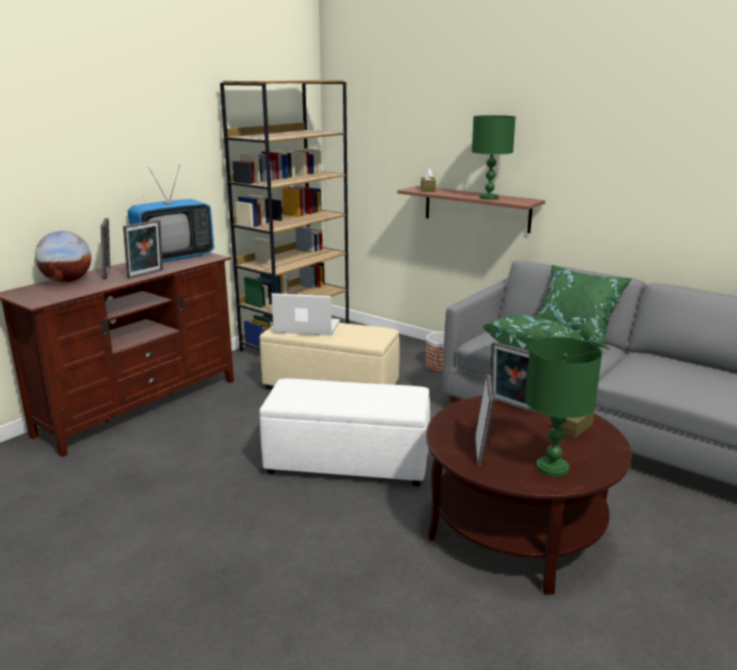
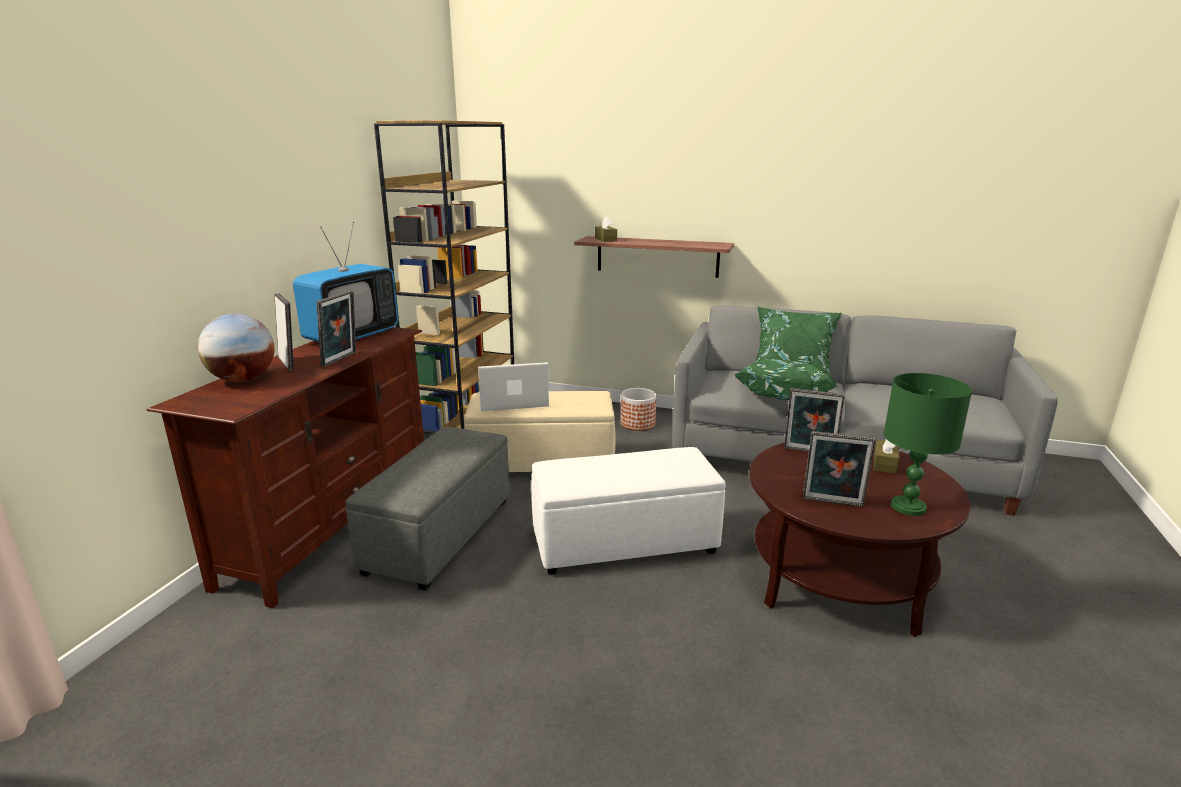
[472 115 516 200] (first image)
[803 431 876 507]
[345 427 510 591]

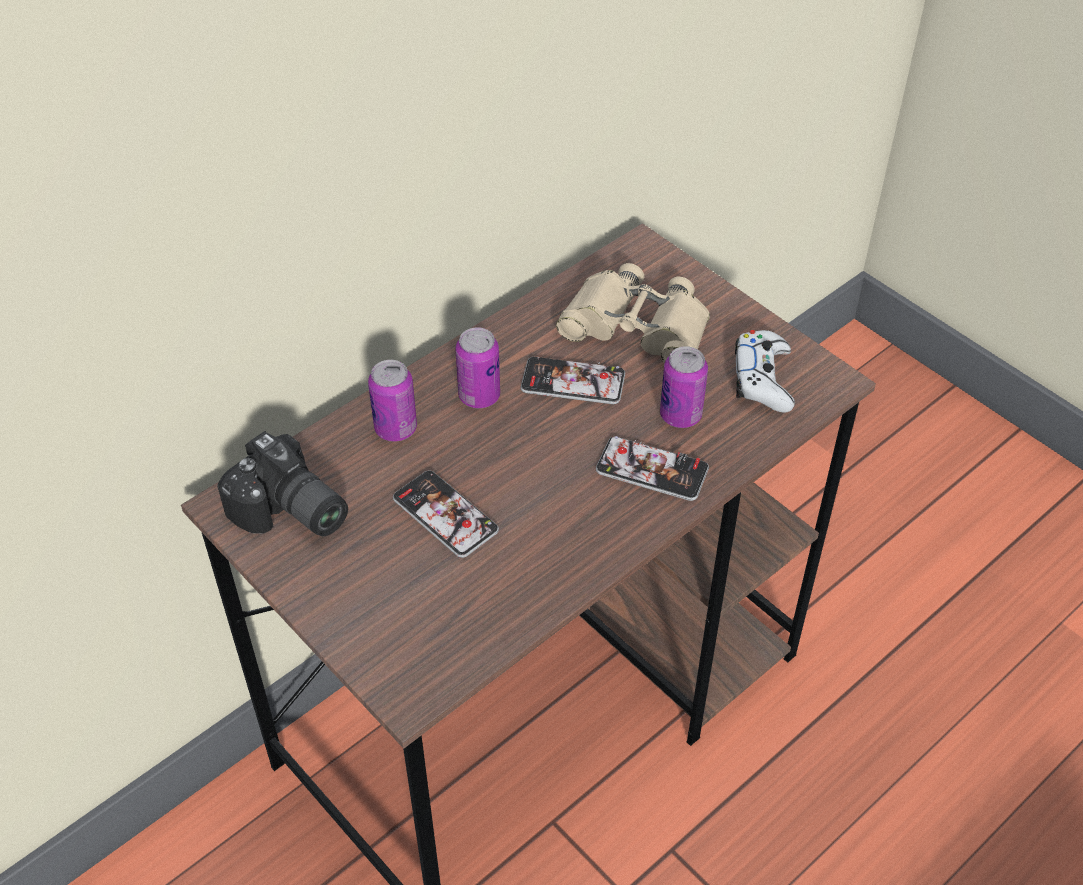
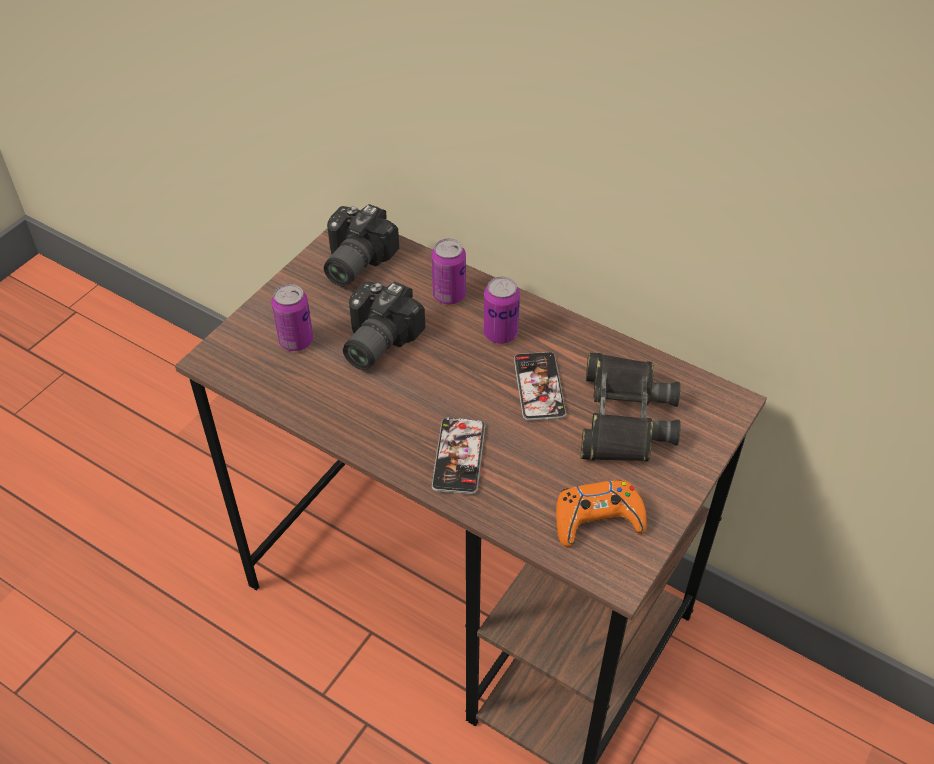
[343 282 425 370]
[581 353 681 461]
[271 284 313 351]
[556 480 647 547]

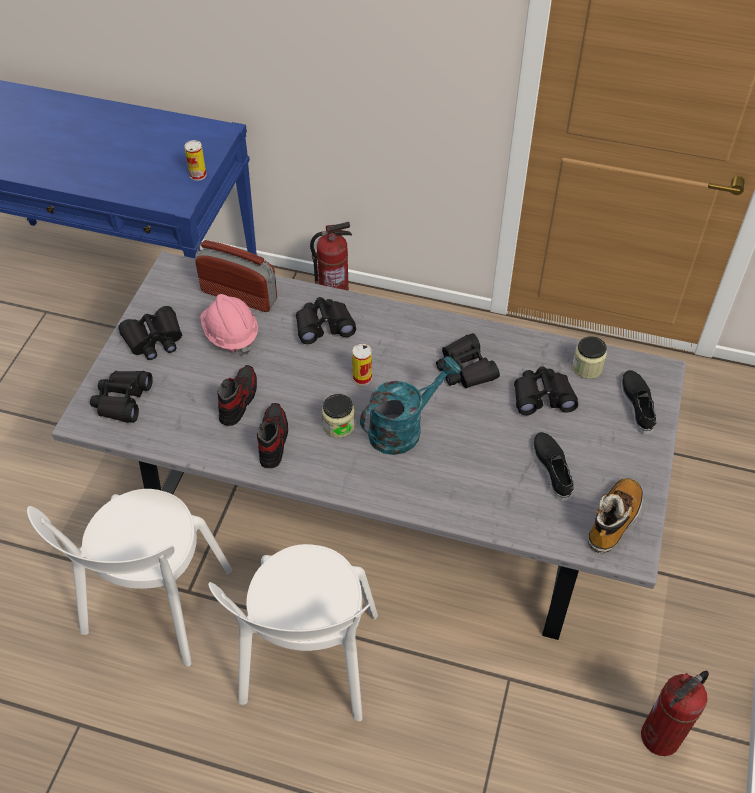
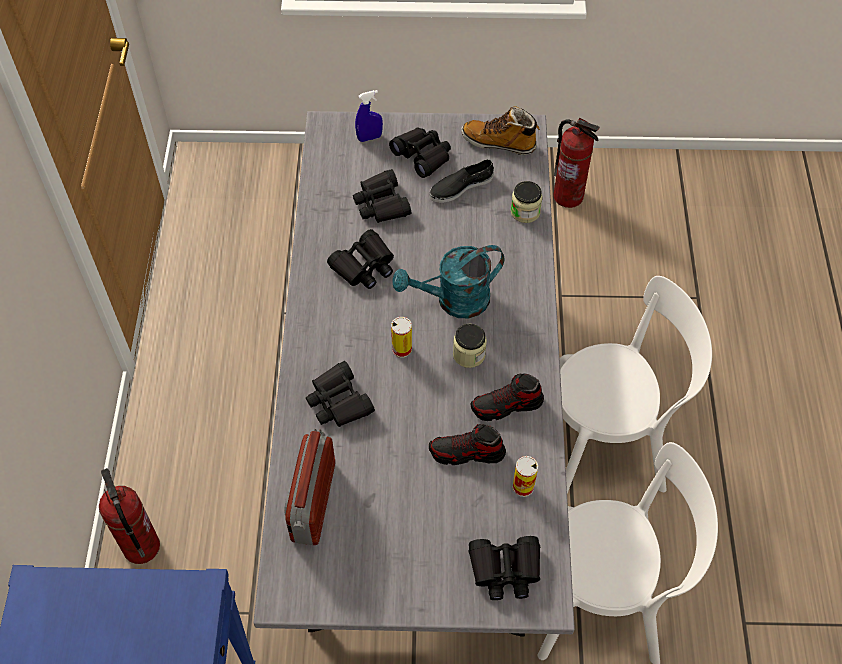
[389 128 451 178]
[513 456 538 497]
[200 294 258 355] (first image)
[392 245 504 318]
[511 181 542 223]
[355 90 383 142]

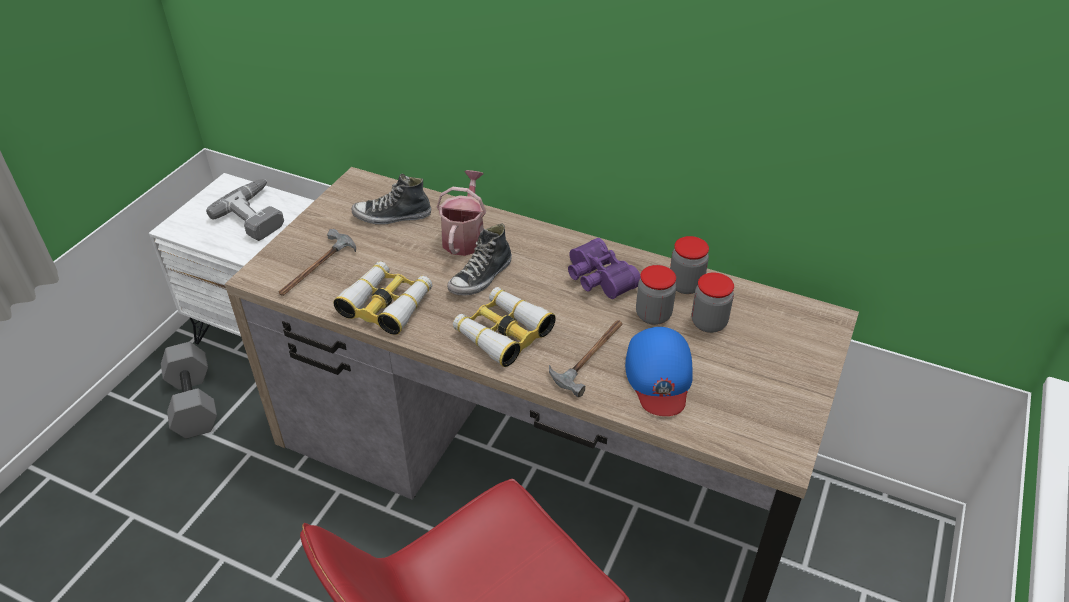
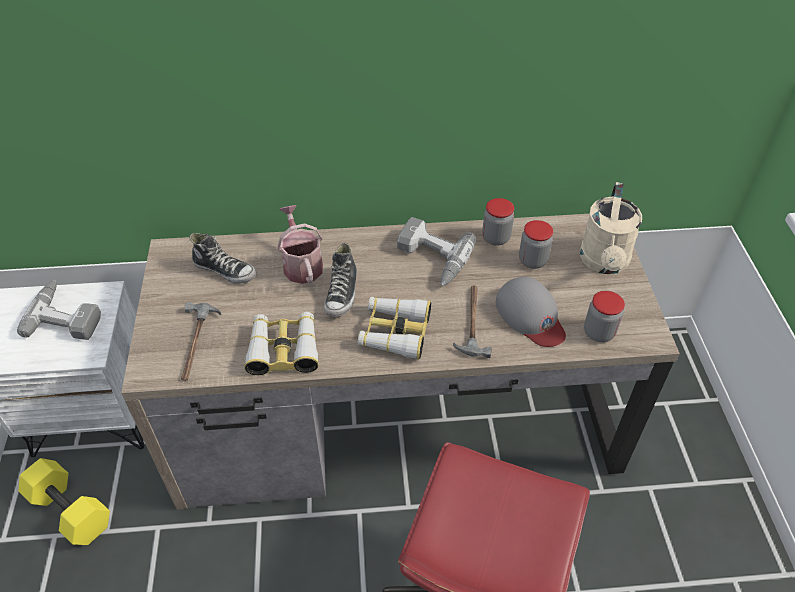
[18 458 110 545]
[189 233 257 284]
[397 217 476 286]
[496 277 566 347]
[584 291 625 342]
[580 182 642 274]

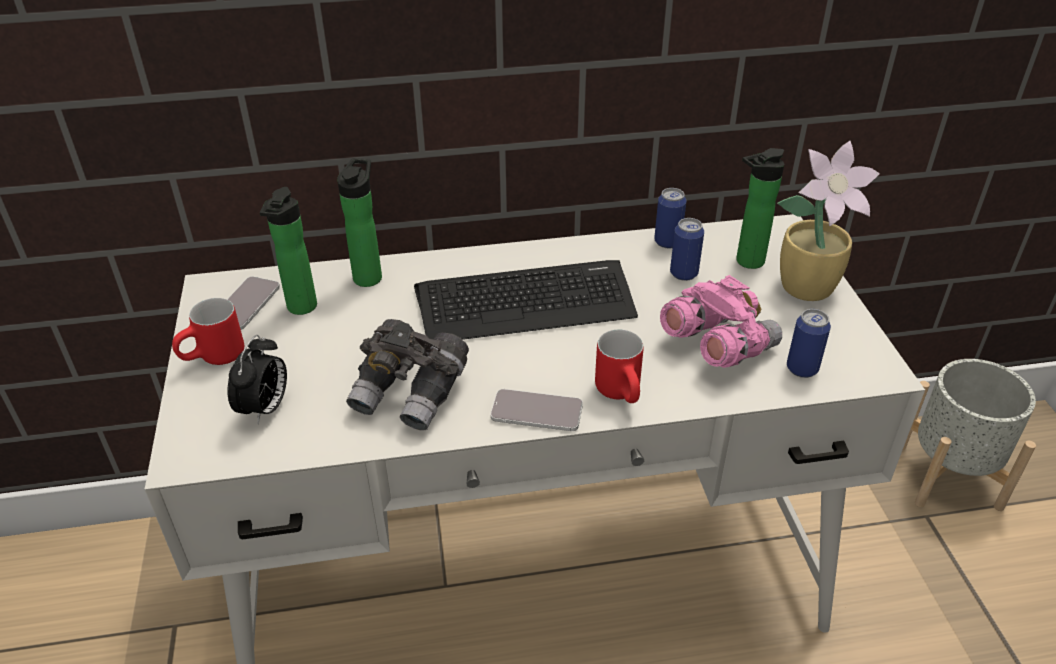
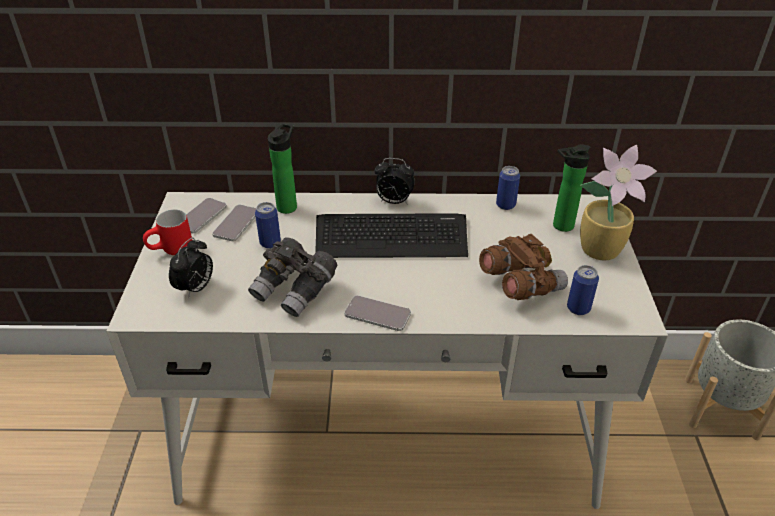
[212 205 256 241]
[595 329 644 403] (first image)
[479 234 568 300]
[255 202 281 249]
[374 158 415 204]

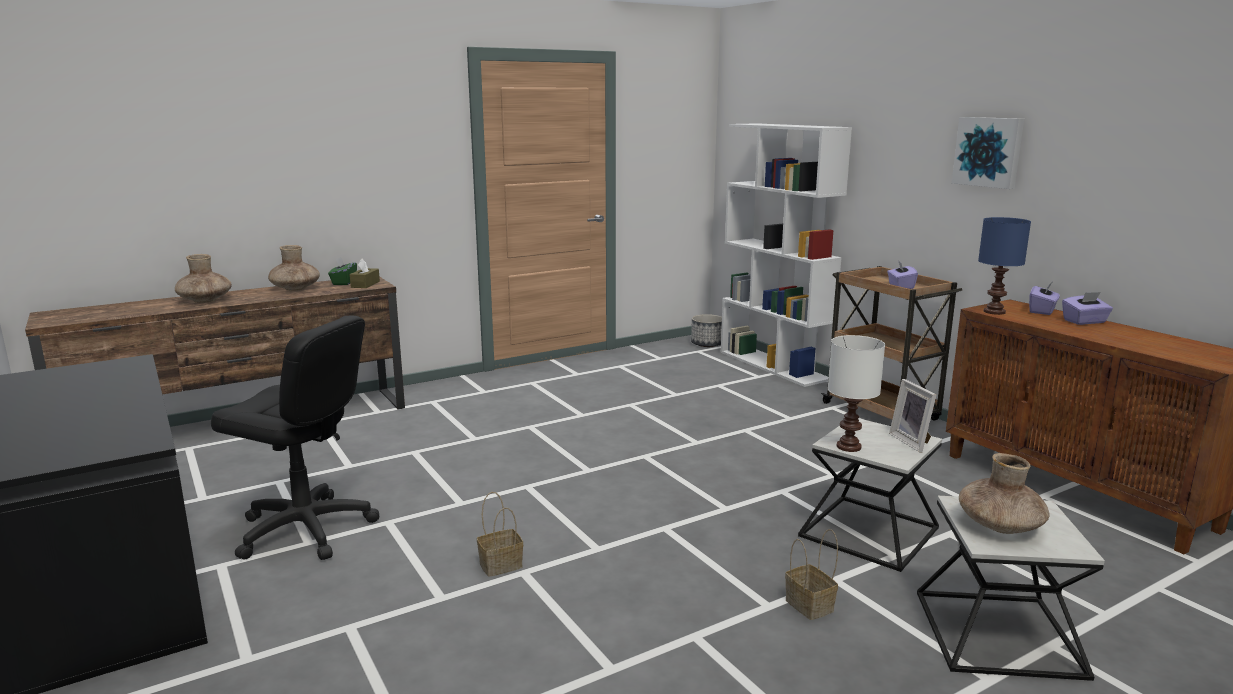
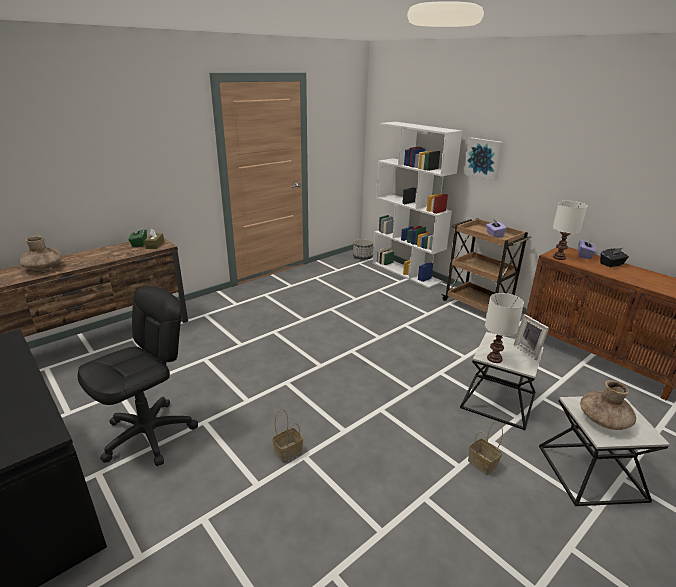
[78 286 198 466]
[268 245 320 291] (first image)
[464 137 504 181]
[553 201 587 260]
[600 248 629 267]

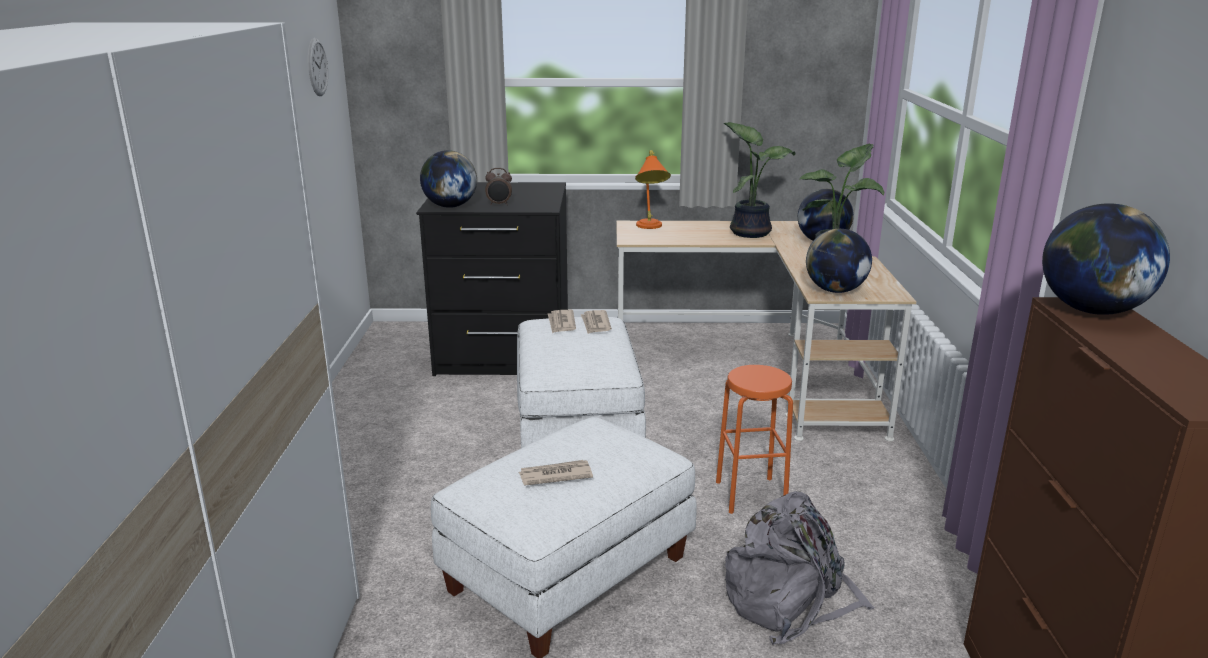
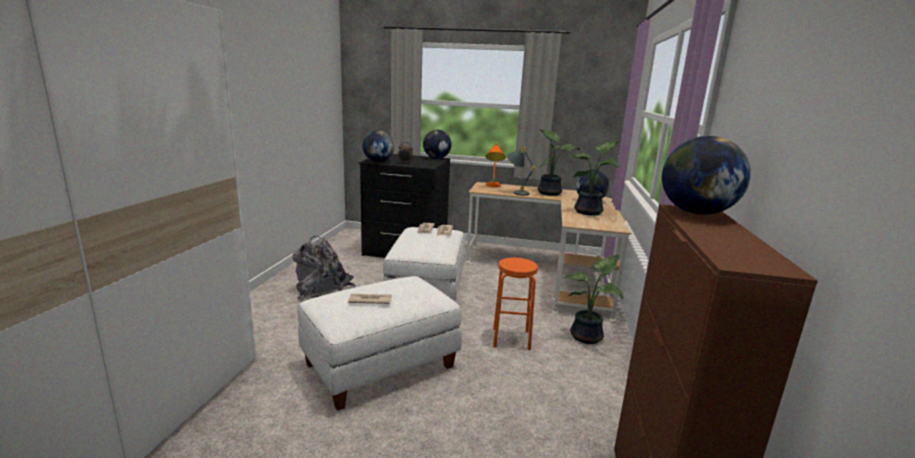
[308 38 328 96] (first image)
[292 236 356 300]
[423 130 452 159]
[507 147 536 196]
[565 255 623 344]

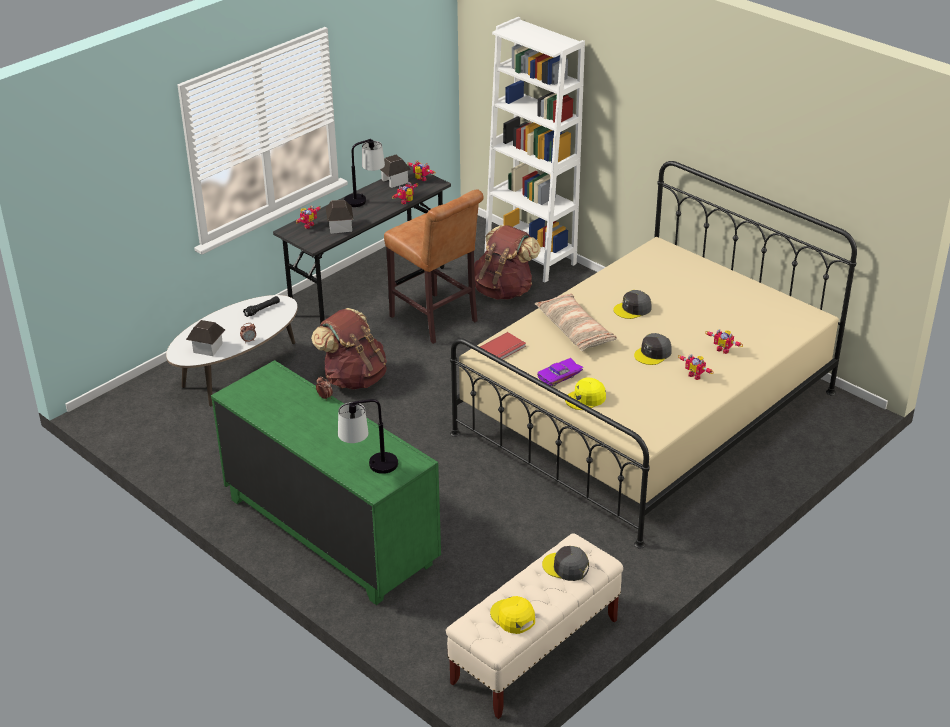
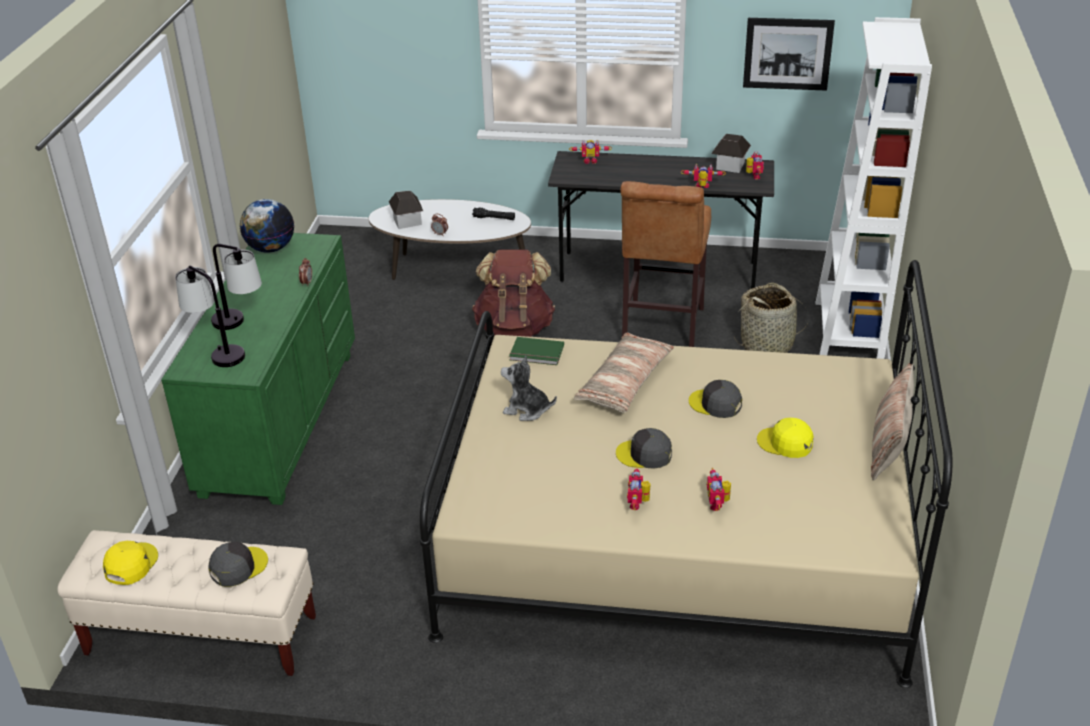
[326 200 354 234] (first image)
[211 244 262 330]
[734 283 809 353]
[509 337 564 365]
[501 356 557 421]
[209 542 268 587]
[757 418 814 458]
[240 199 294 253]
[743 18 835 91]
[871 363 914 481]

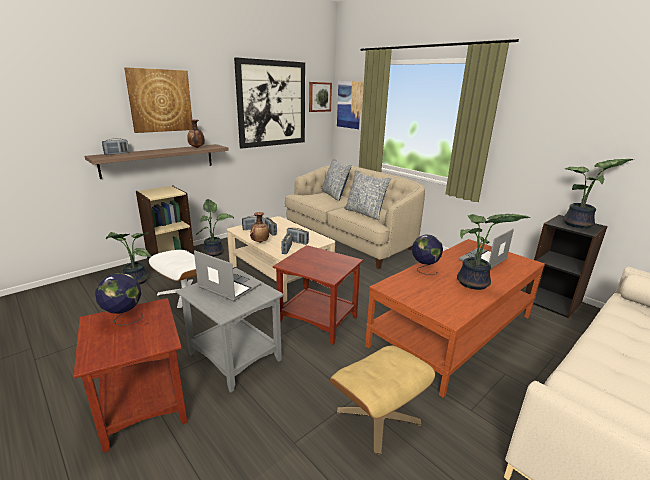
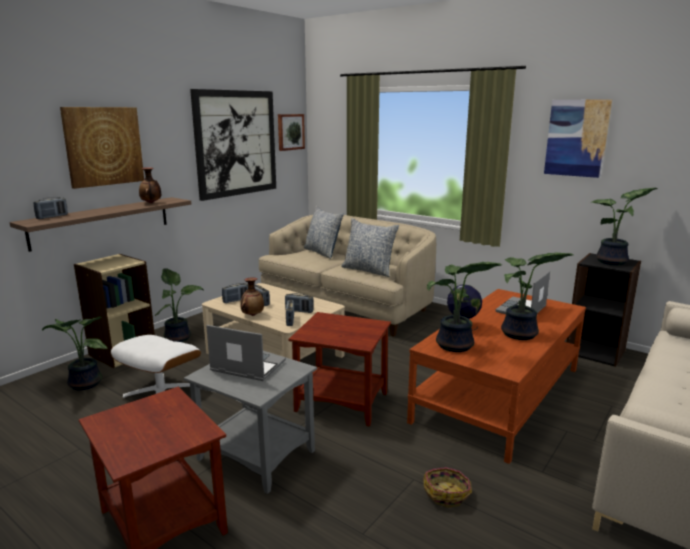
[95 273 143 325] (first image)
[423 467 472 508]
[544 99 612 178]
[427 262 502 352]

